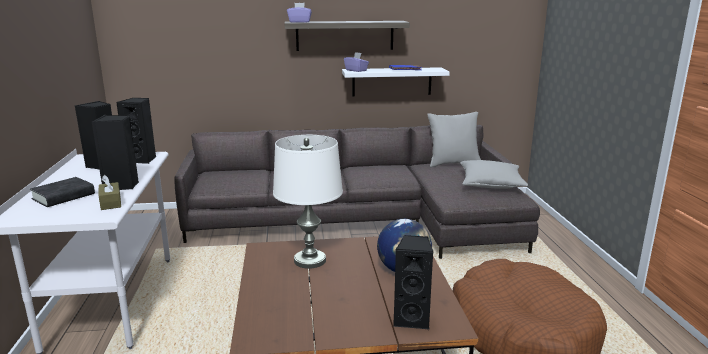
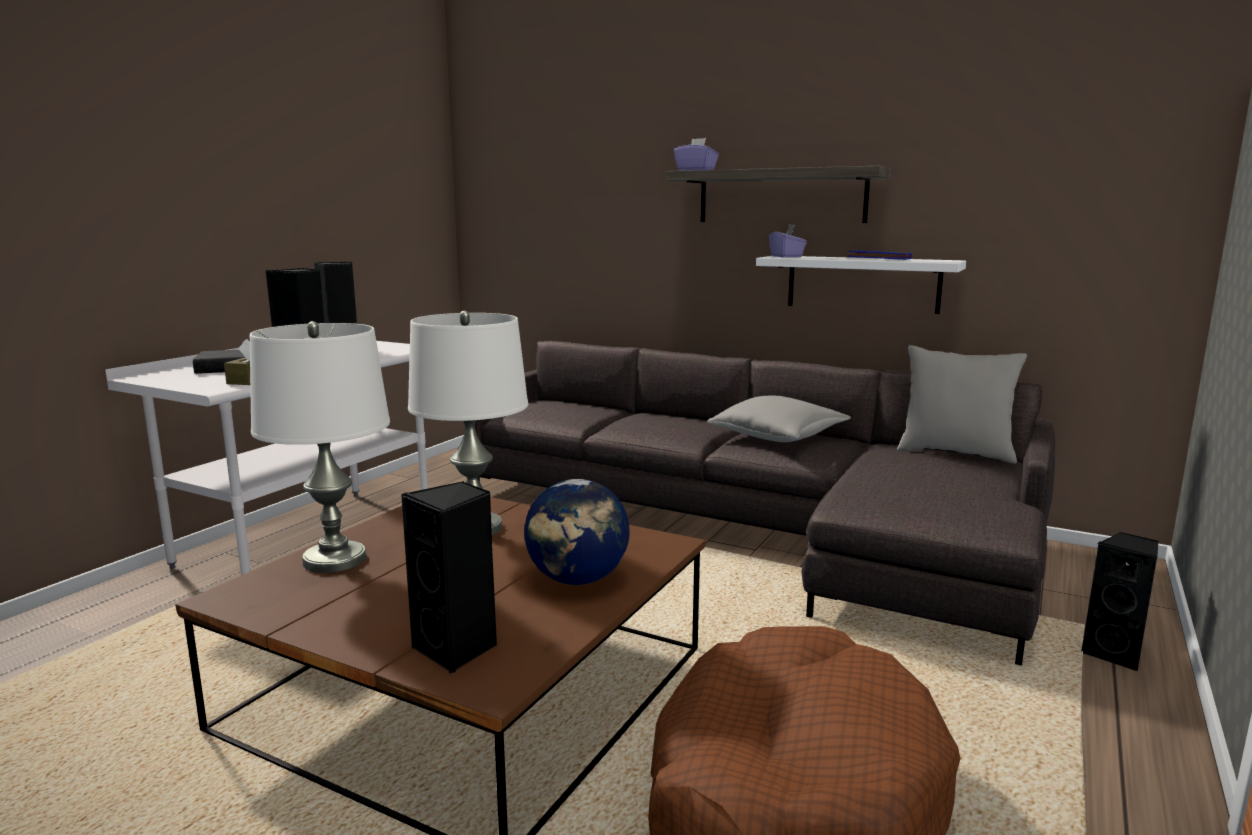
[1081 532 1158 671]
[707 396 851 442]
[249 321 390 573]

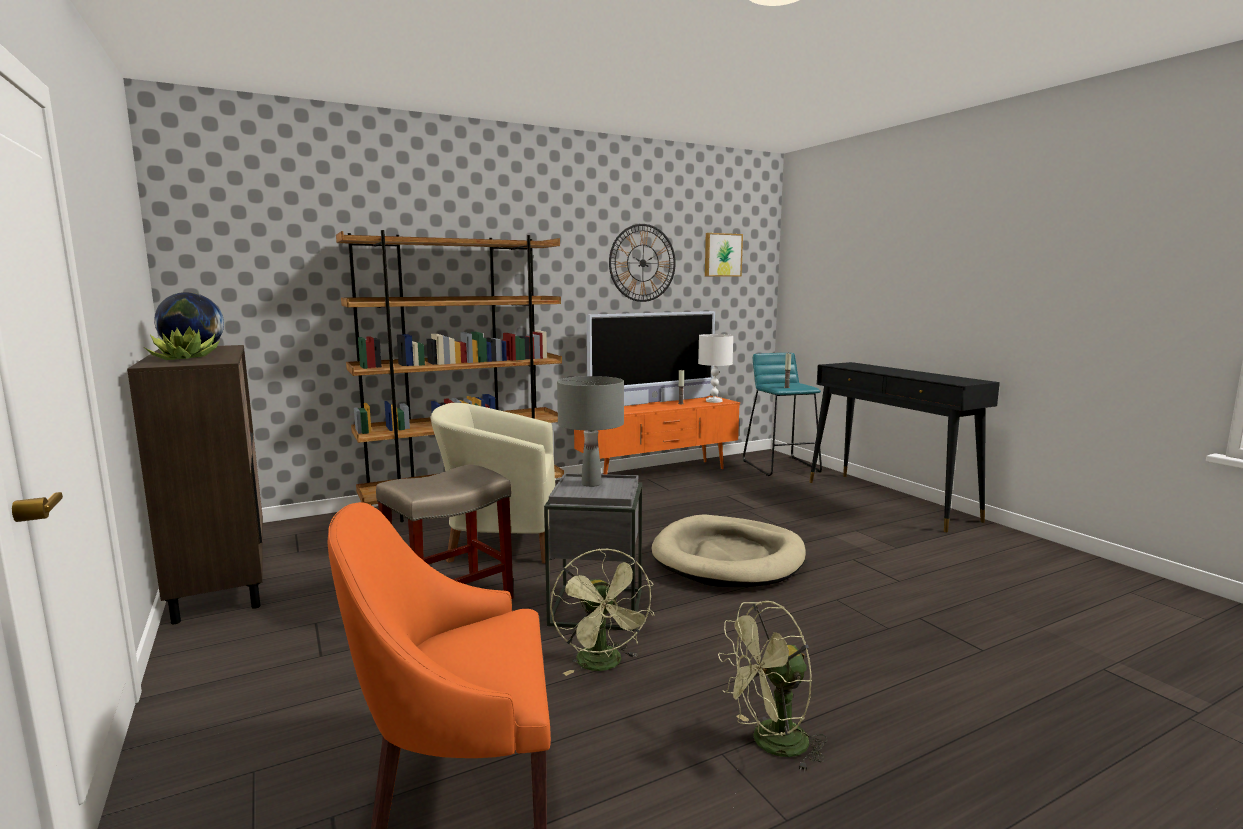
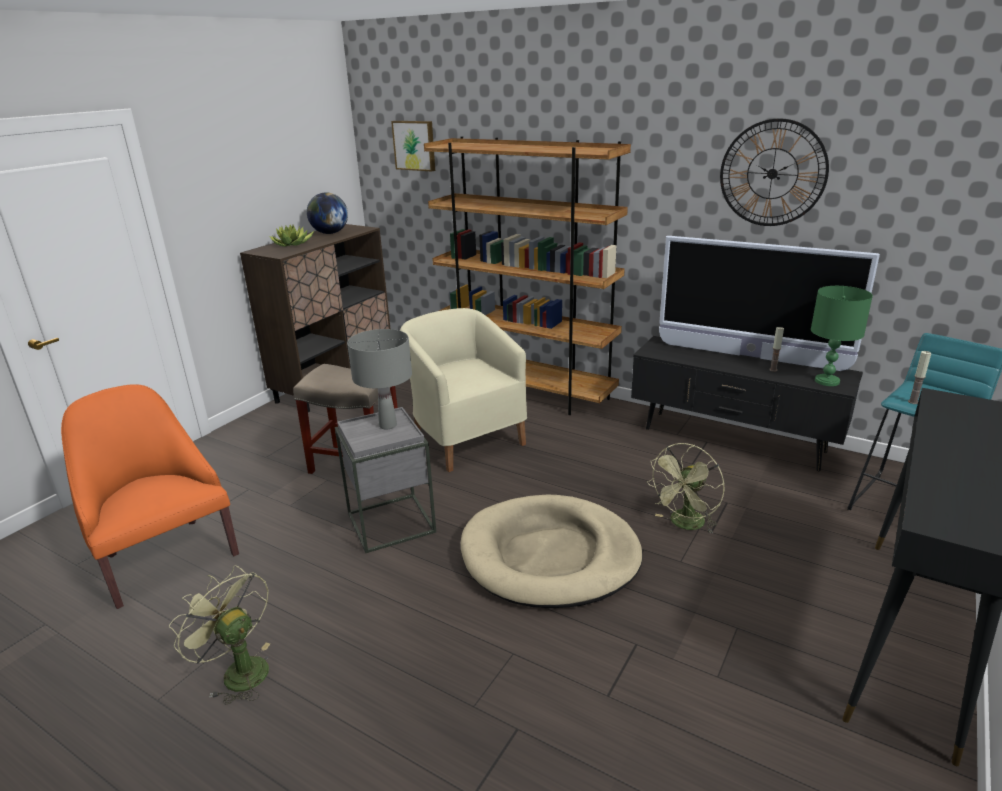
[647 443 725 534]
[631 336 863 471]
[811 286 873 386]
[391 121 435 172]

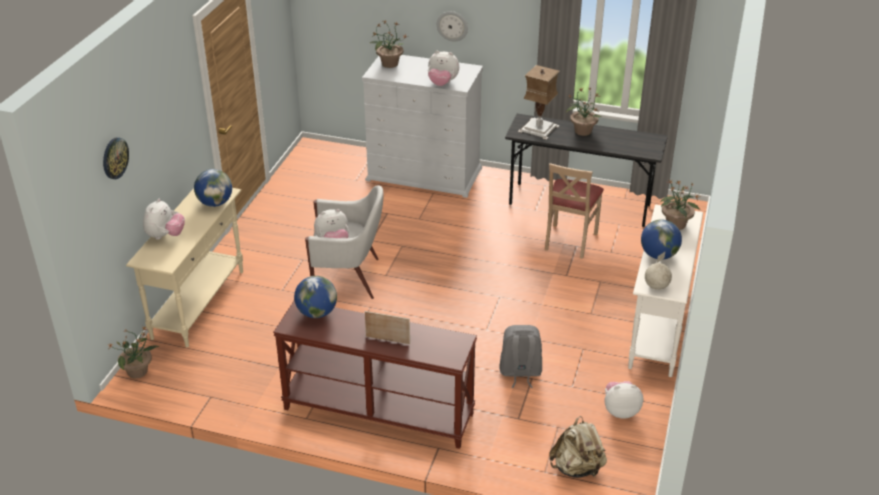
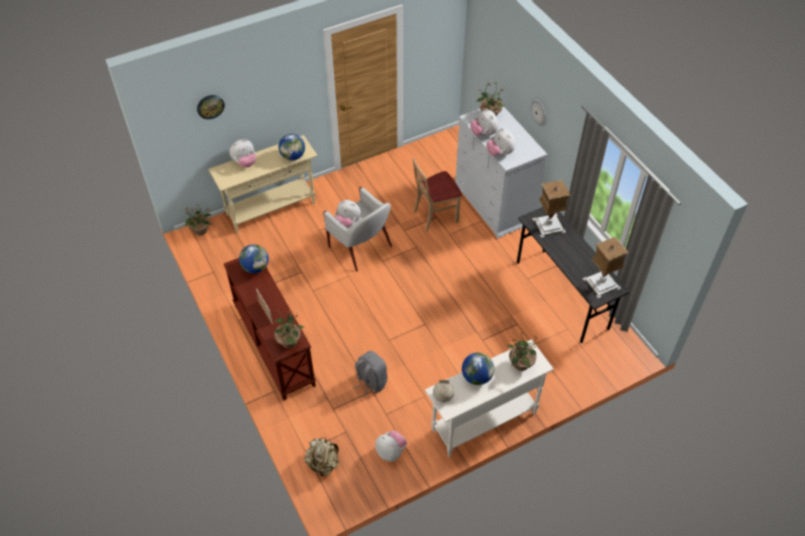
[412 157 462 231]
[274 310 304 349]
[470 109 498 136]
[582 237 629 298]

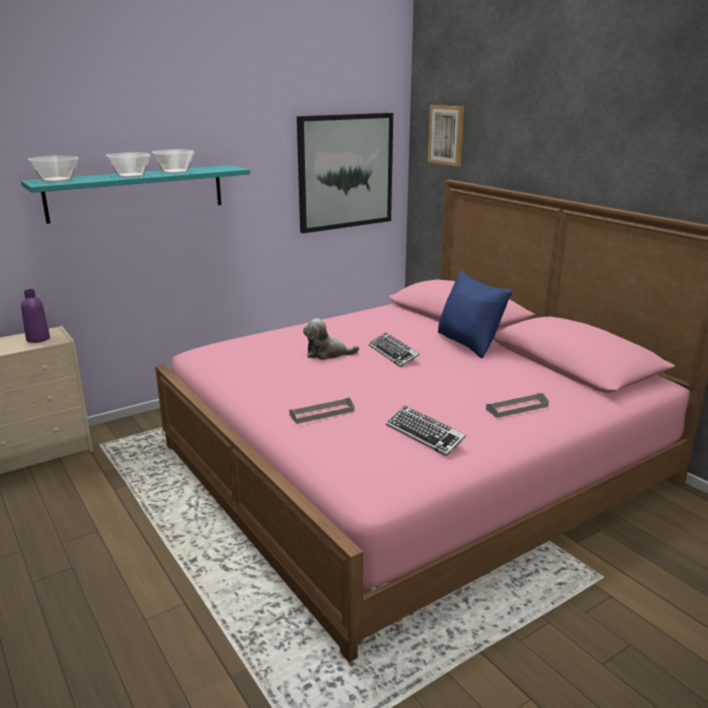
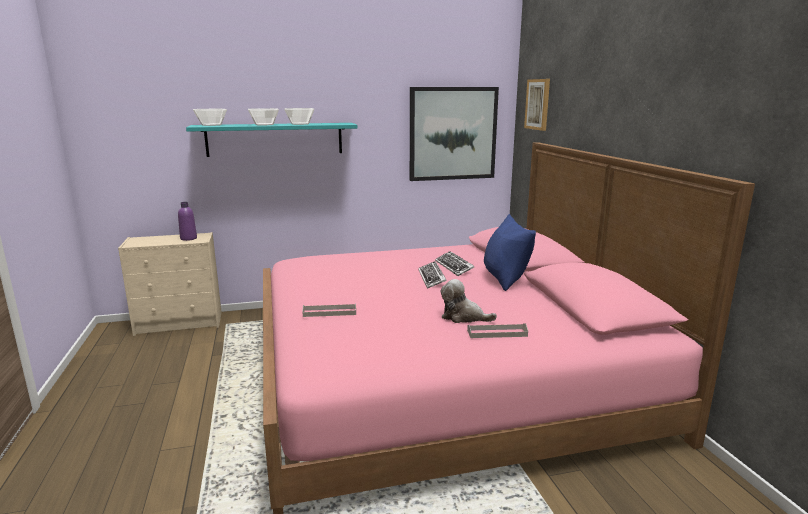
[441 279 497 323]
[435 251 474 276]

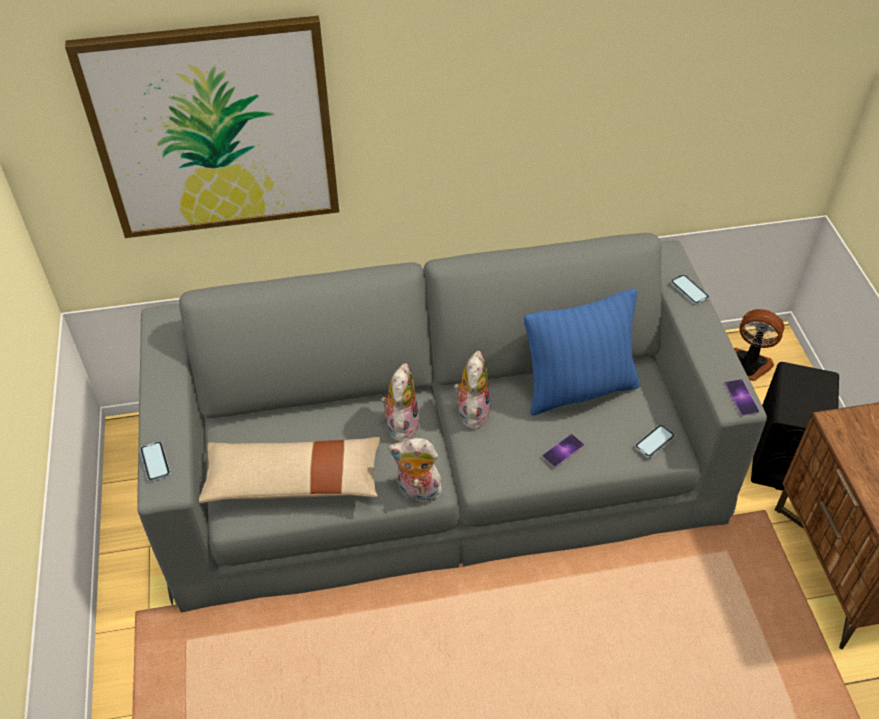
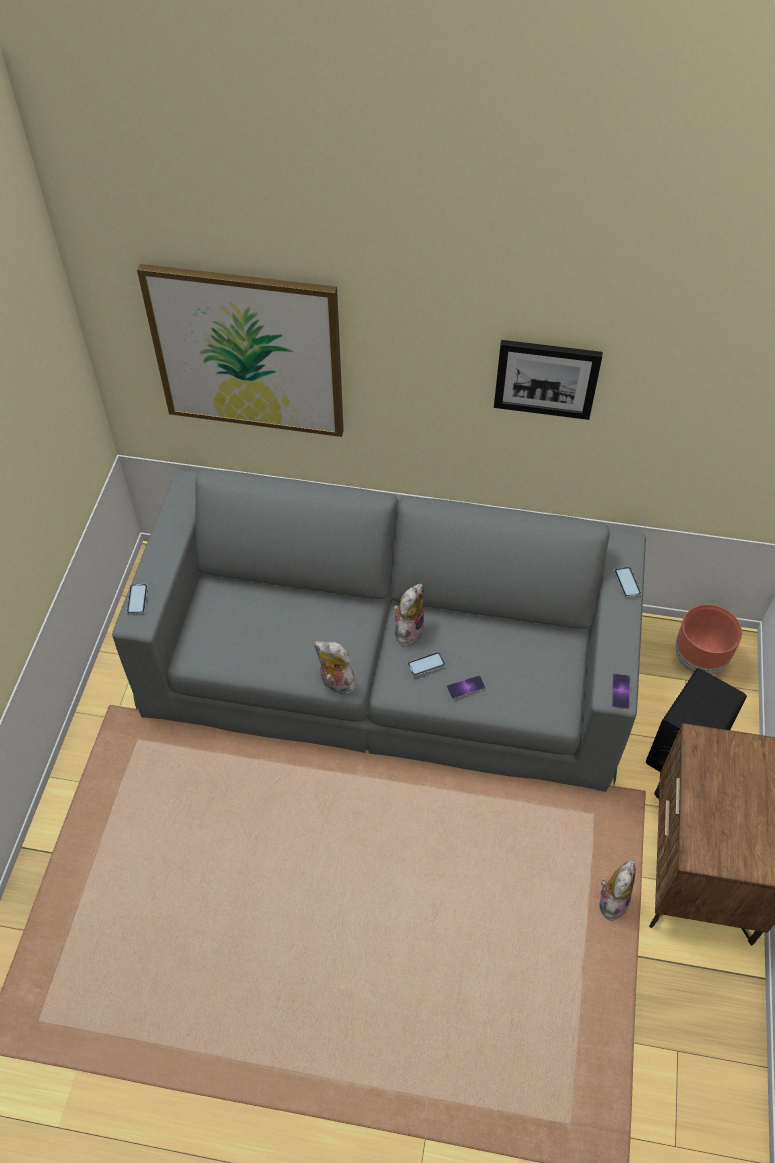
[199 437 380 503] (first image)
[600 860 636 925]
[524 288 640 416] (first image)
[407 652 445 677]
[675 604 742 675]
[494 340 603 420]

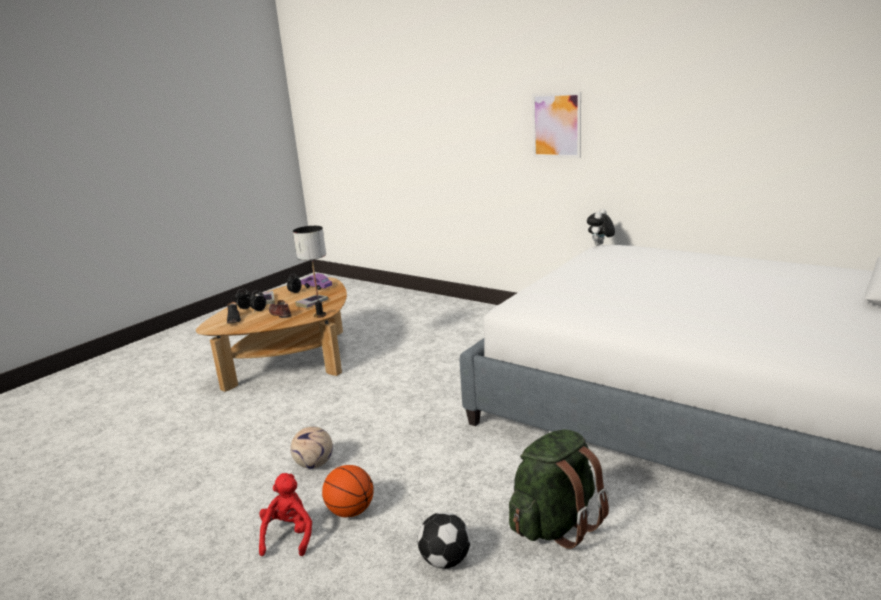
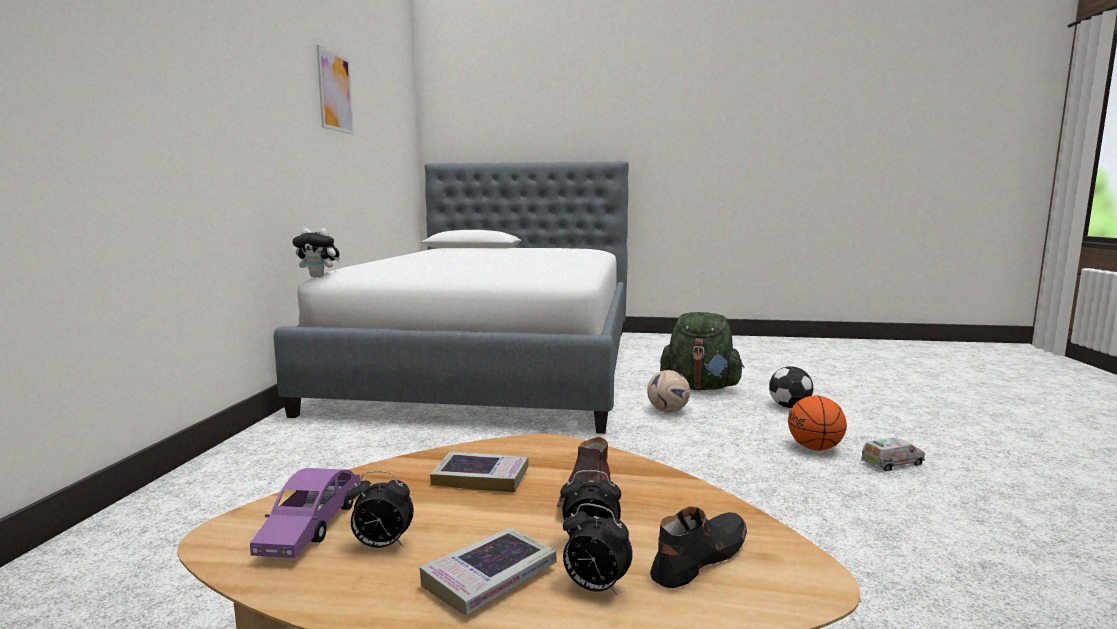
[861 437 925 471]
[647 370 690 413]
[293 226 326 318] (first image)
[317 45 354 135]

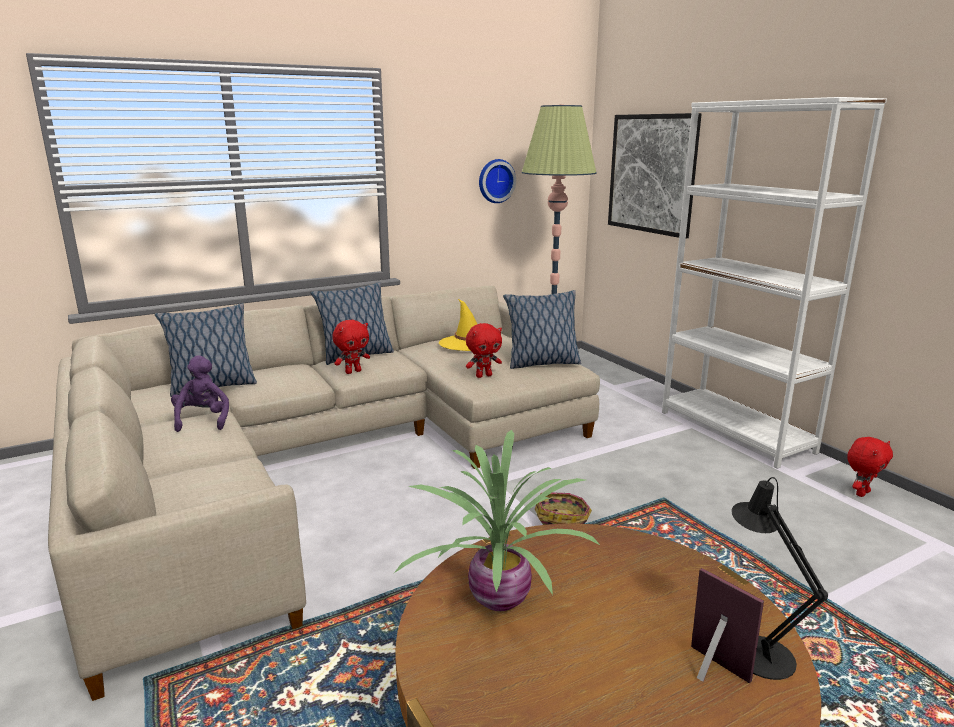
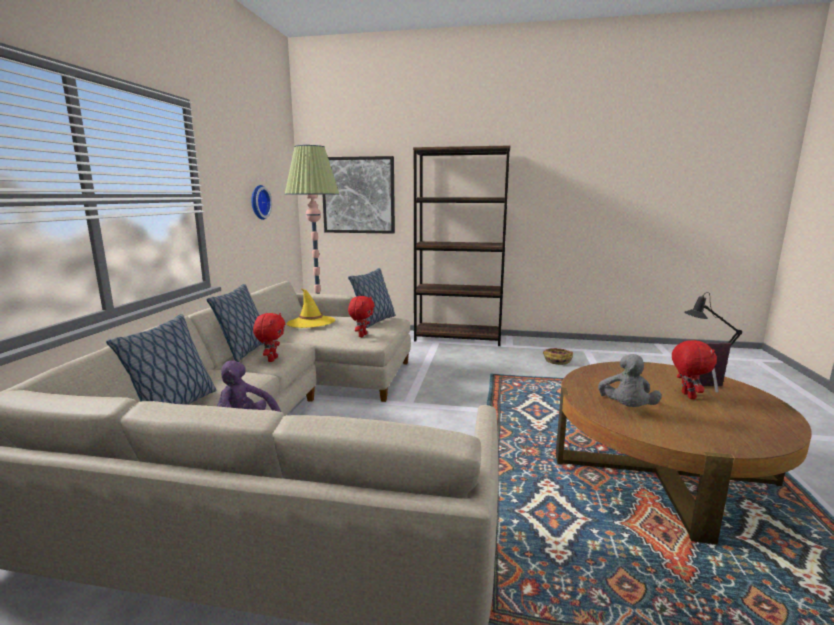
[598 354 662 407]
[543 348 573 365]
[413 146 510 346]
[672 340 717 399]

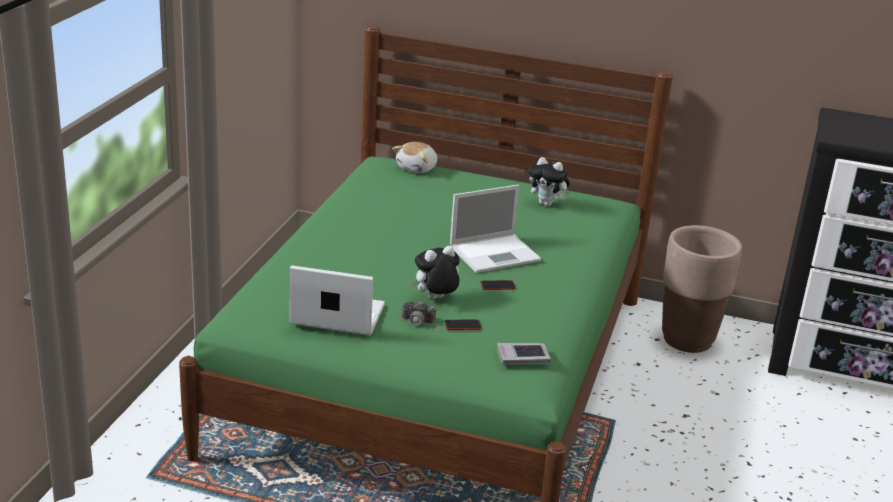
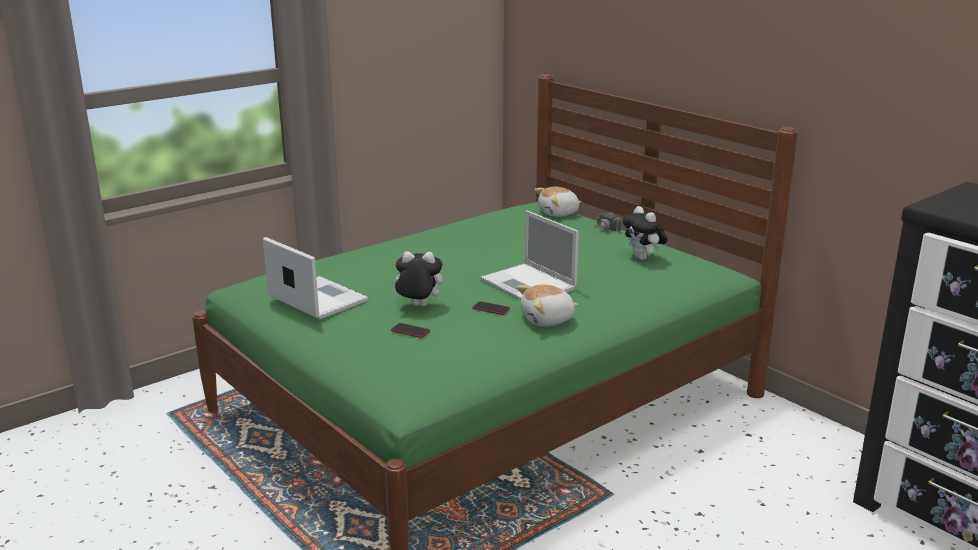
[593 212 621 236]
[480 210 579 300]
[497 343 551 365] (first image)
[662 225 742 353] (first image)
[517 284 579 326]

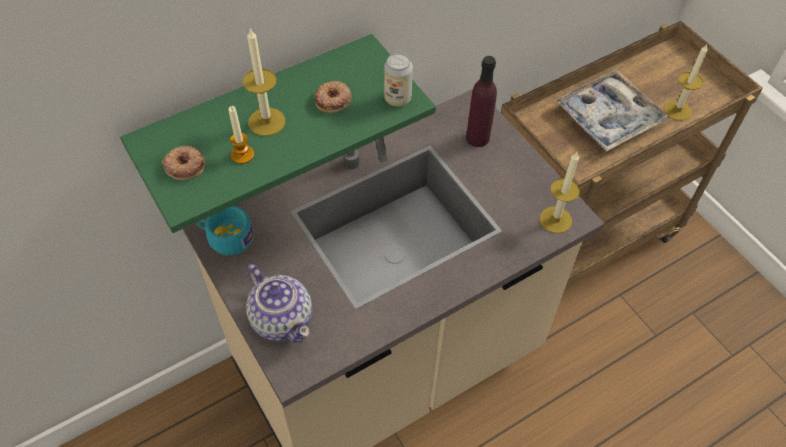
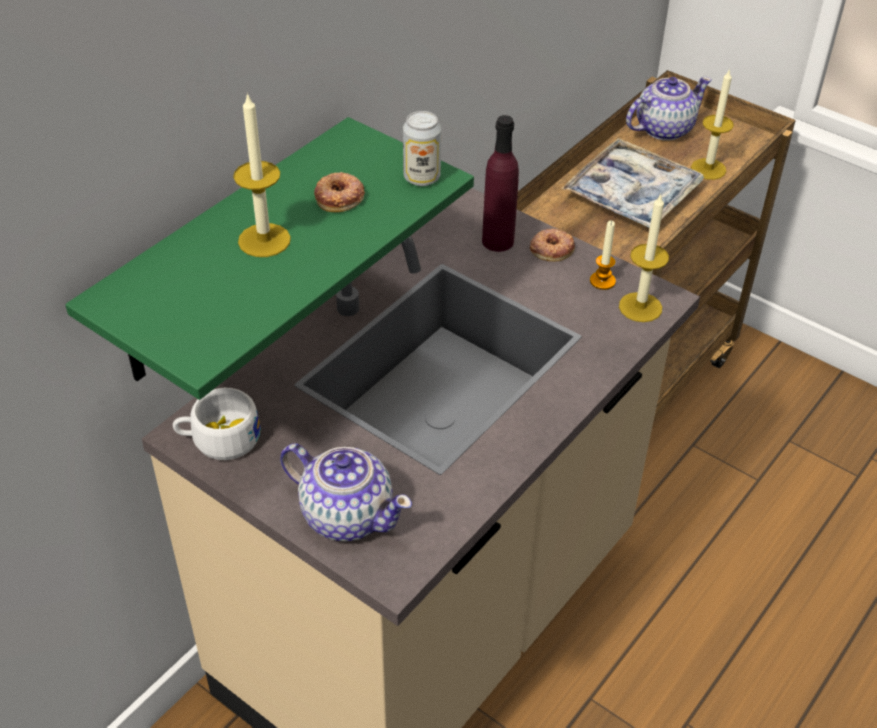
[530 228 575 262]
[173 388 261 460]
[590 220 616 290]
[626 77 712 141]

